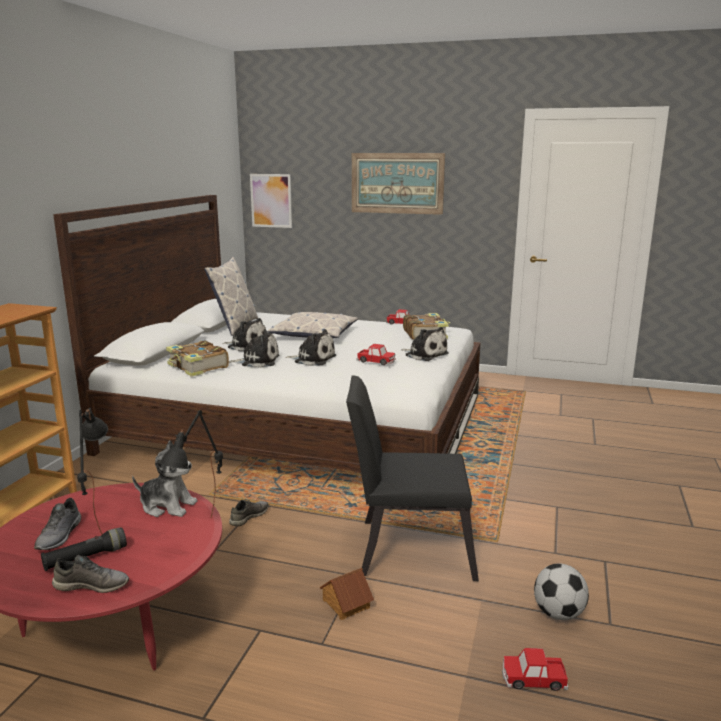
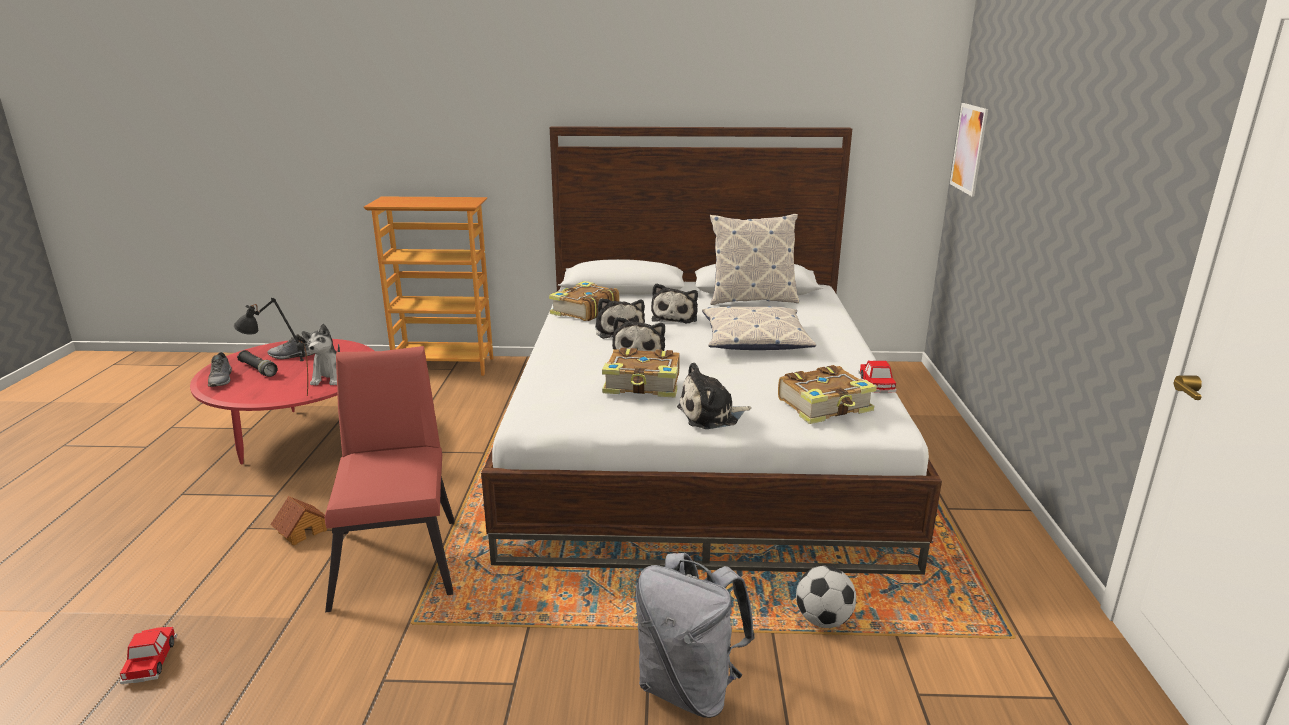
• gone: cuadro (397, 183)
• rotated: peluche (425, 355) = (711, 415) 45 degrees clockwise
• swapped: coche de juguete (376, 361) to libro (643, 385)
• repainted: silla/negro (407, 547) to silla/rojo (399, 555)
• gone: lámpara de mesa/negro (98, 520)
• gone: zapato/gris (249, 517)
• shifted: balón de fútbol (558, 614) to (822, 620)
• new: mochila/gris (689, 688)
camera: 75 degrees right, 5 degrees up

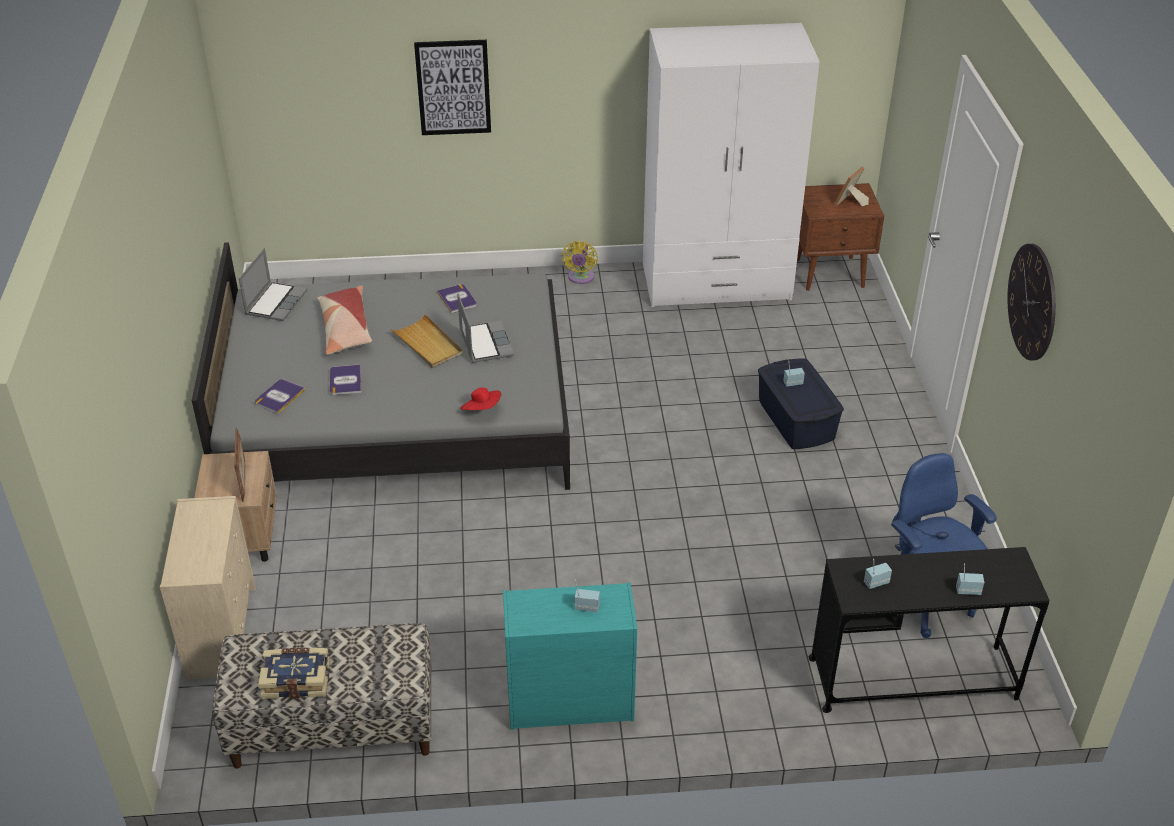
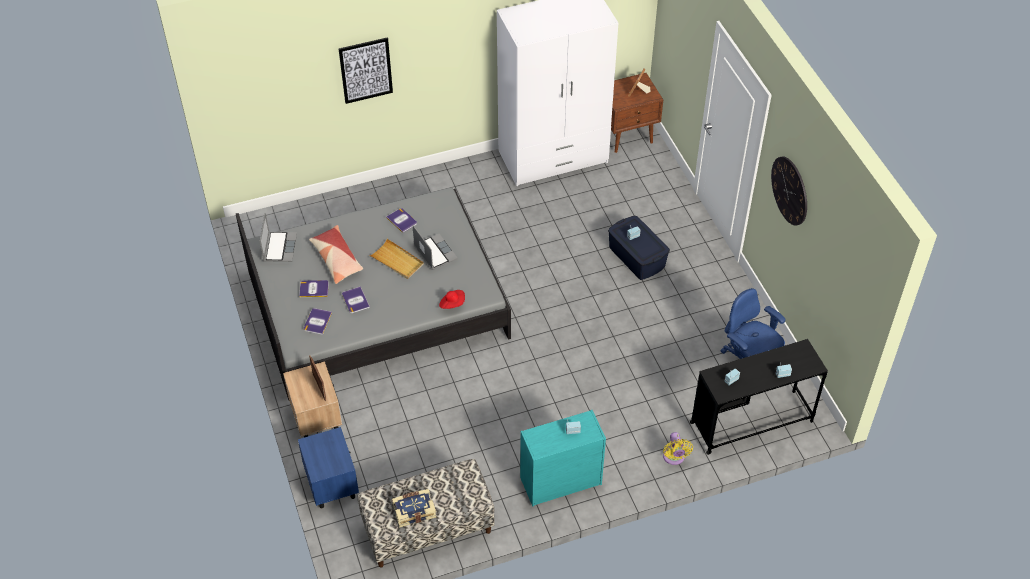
• shifted: ventilador/amarillo (580, 278) to (674, 458)
• swapped: cómoda/beis (222, 631) to mesita de noche/azul (332, 484)
• new: libro (314, 289)
camera: 15 degrees left, 10 degrees up

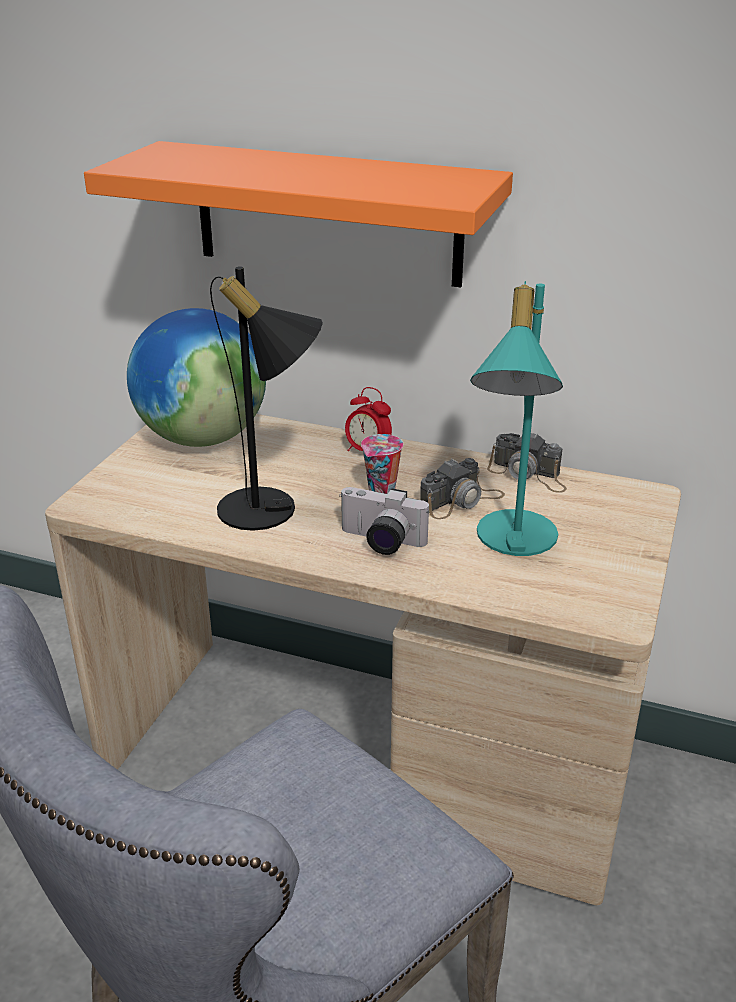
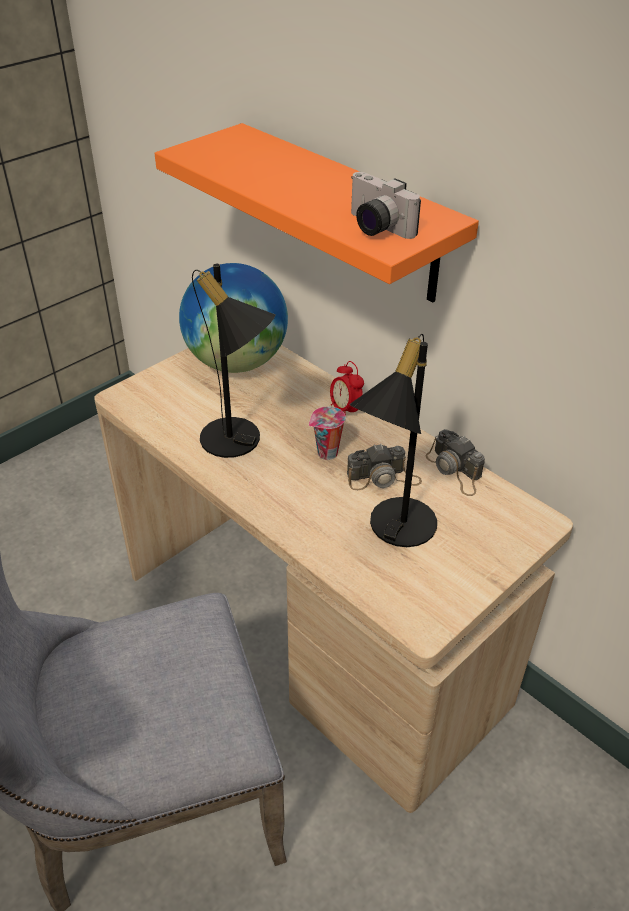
• repainted: lámpara de mesa/turquesa (510, 541) to lámpara de mesa/negro (392, 528)
• shifted: cámara (380, 542) to (374, 227)
camera: 25 degrees right, 10 degrees up

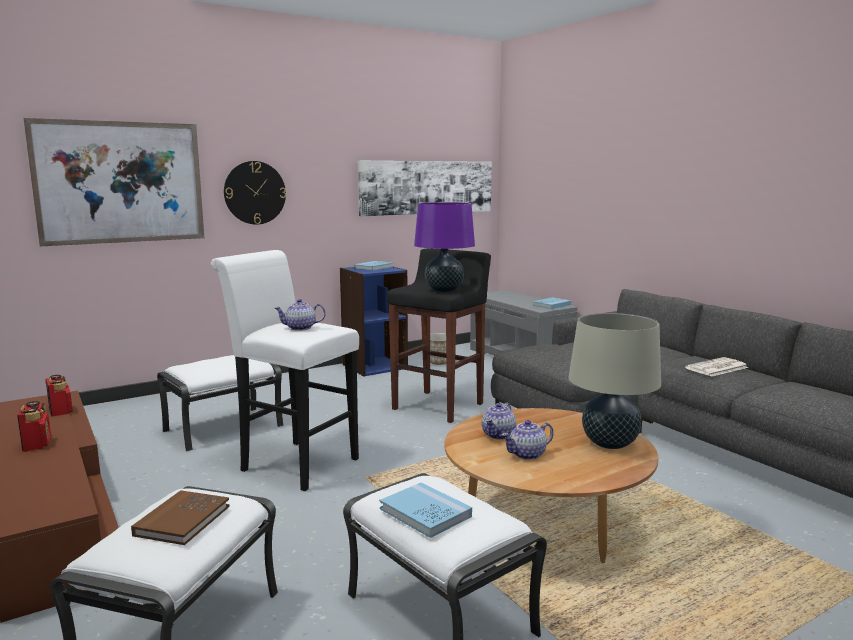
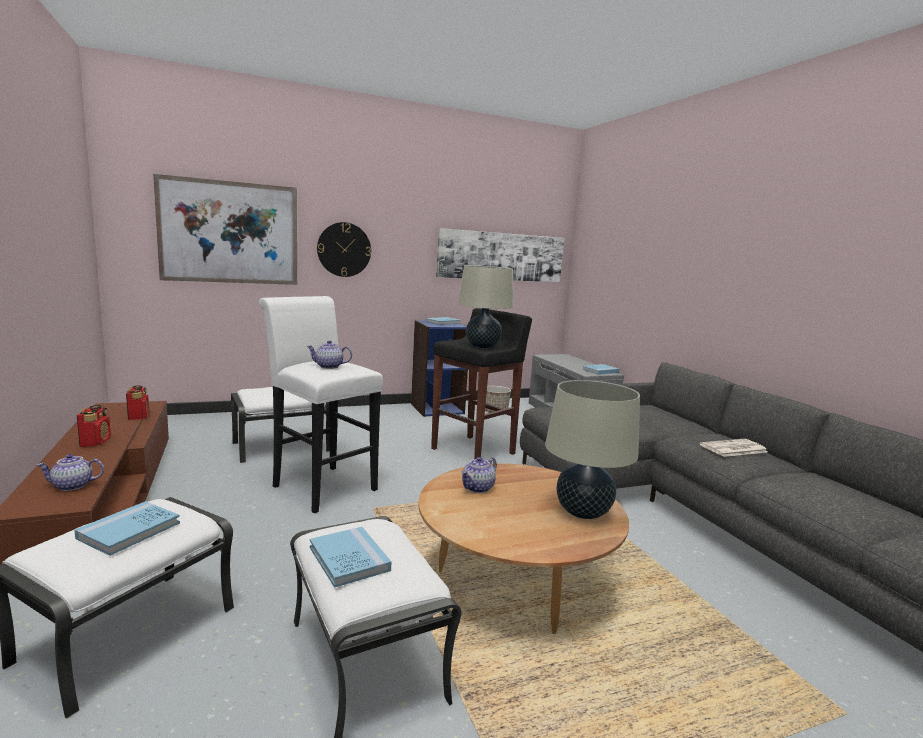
• repainted: lámpara de mesa/morado (444, 290) to lámpara de mesa/beis (482, 346)
• shifted: tetera (527, 455) to (72, 486)
• repainted: libro/marrón (182, 520) to libro/azul (129, 530)
camera: 10 degrees right, 0 degrees up

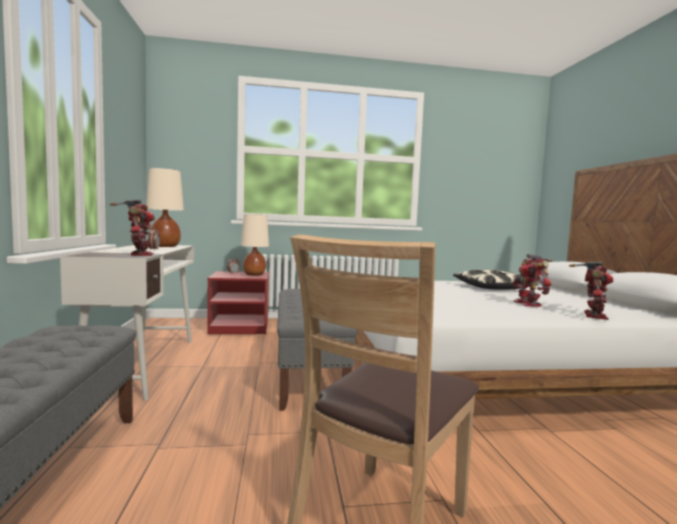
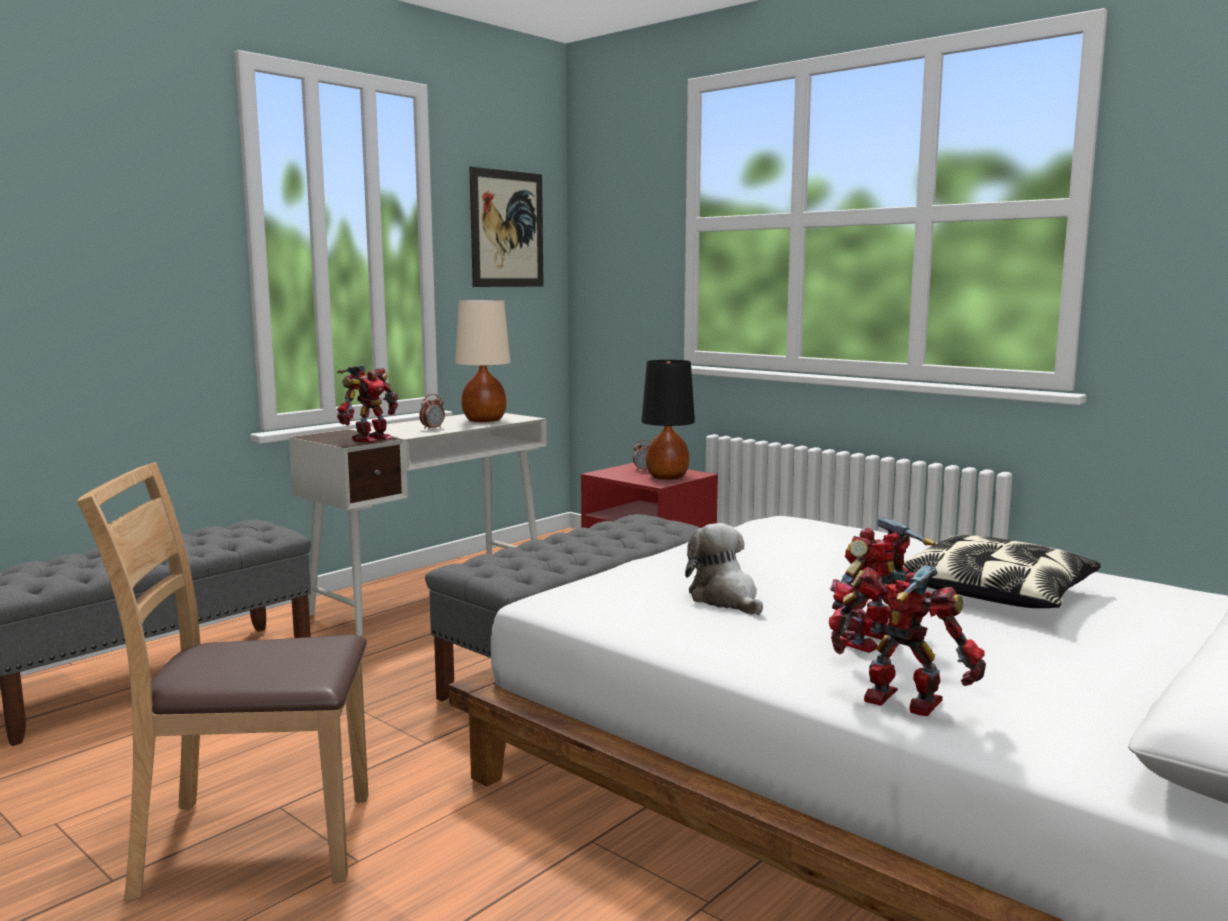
• repainted: lámpara de mesa/beis (254, 275) to lámpara de mesa/negro (666, 477)
• rotated: robot de juguete (592, 315) = (901, 703) 135 degrees counterclockwise
• new: cuadro (507, 229)
• new: peluche (725, 599)
camera: 50 degrees right, 5 degrees up

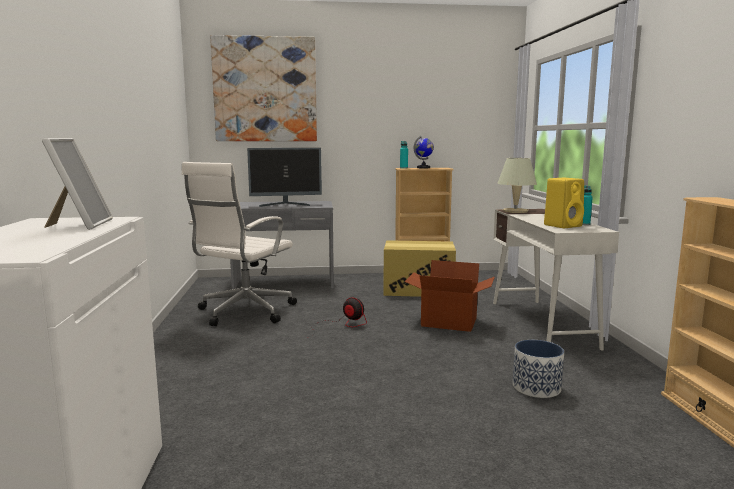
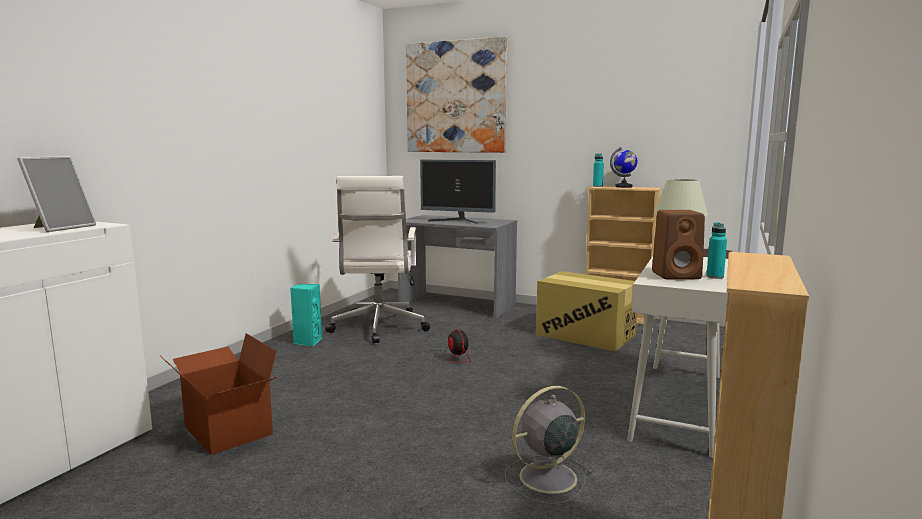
• rotated: silla de oficina/blanco (244, 312) = (378, 328) 60 degrees counterclockwise
• repainted: altavoz/amarillo (563, 225) to altavoz/marrón (677, 275)
• shifted: caja de cartón (448, 322) to (226, 431)
• swapped: maceta (536, 388) to ventilador/gris (545, 478)
• new: altavoz/turquesa (307, 341)
camera: 30 degrees right, 0 degrees up

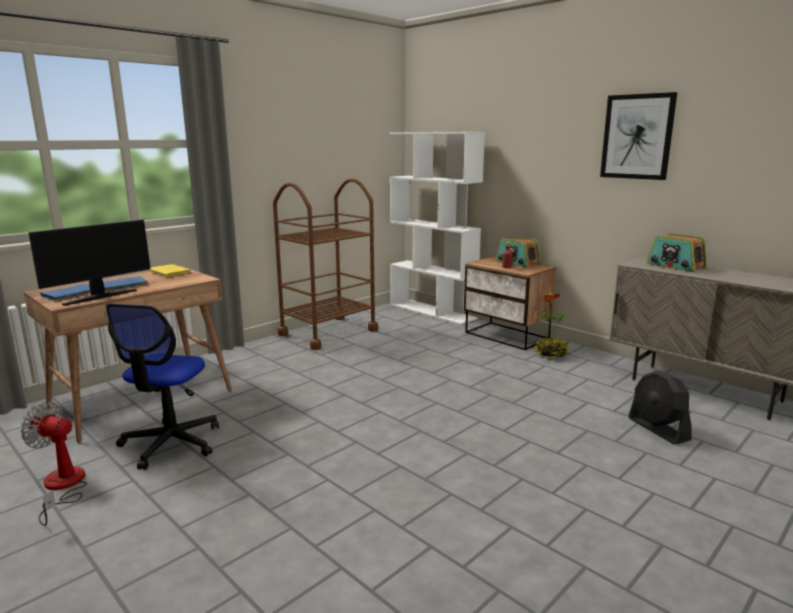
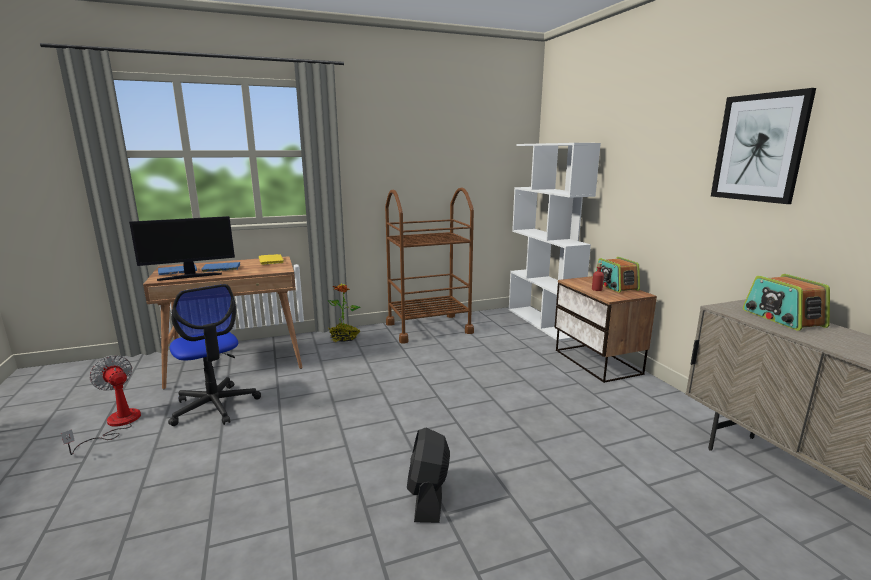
• shifted: planta en maceta (551, 354) to (344, 339)
• rotated: silla de oficina (171, 443) = (215, 406) 75 degrees counterclockwise
• shifted: ventilador/negro (658, 429) to (428, 496)
camera: 25 degrees right, 0 degrees up

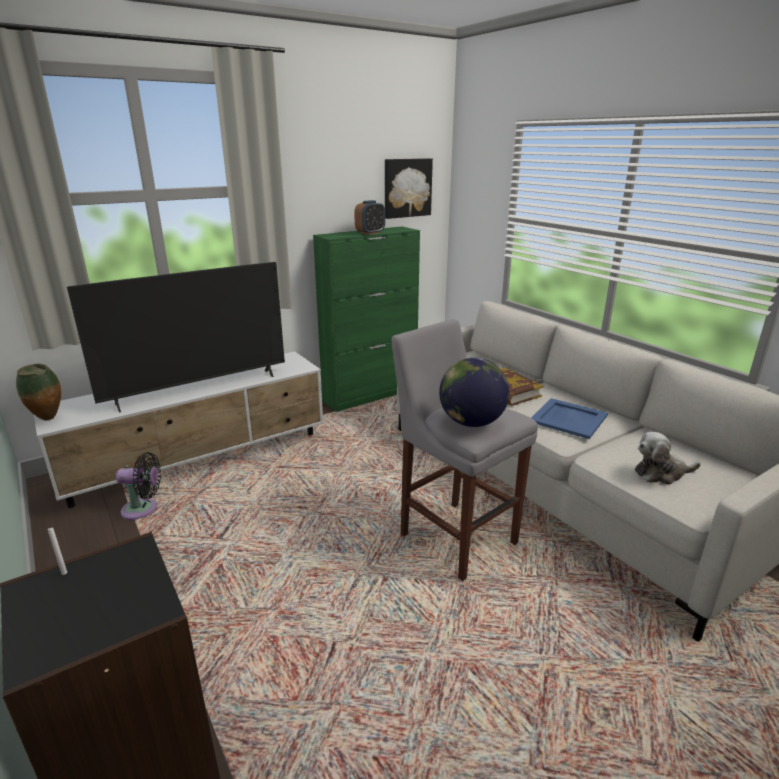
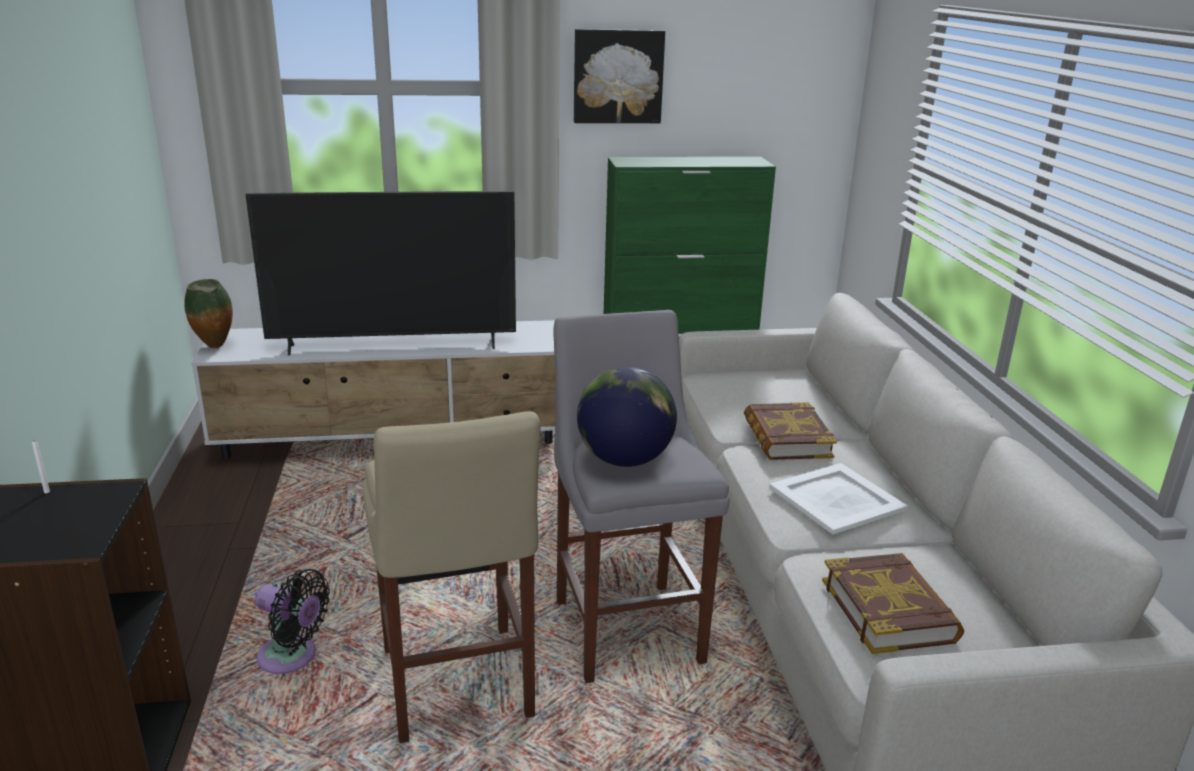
• shifted: cuadro (407, 188) to (617, 76)
• gone: despertador (370, 233)
• repainted: bandeja/azul (569, 418) to bandeja/blanco (838, 499)
• swapped: peluche (661, 473) to libro (889, 610)
• shifted: ventilador/negro (143, 509) to (292, 657)
• new: taburete/beis (457, 689)
camera: 25 degrees right, 0 degrees up

